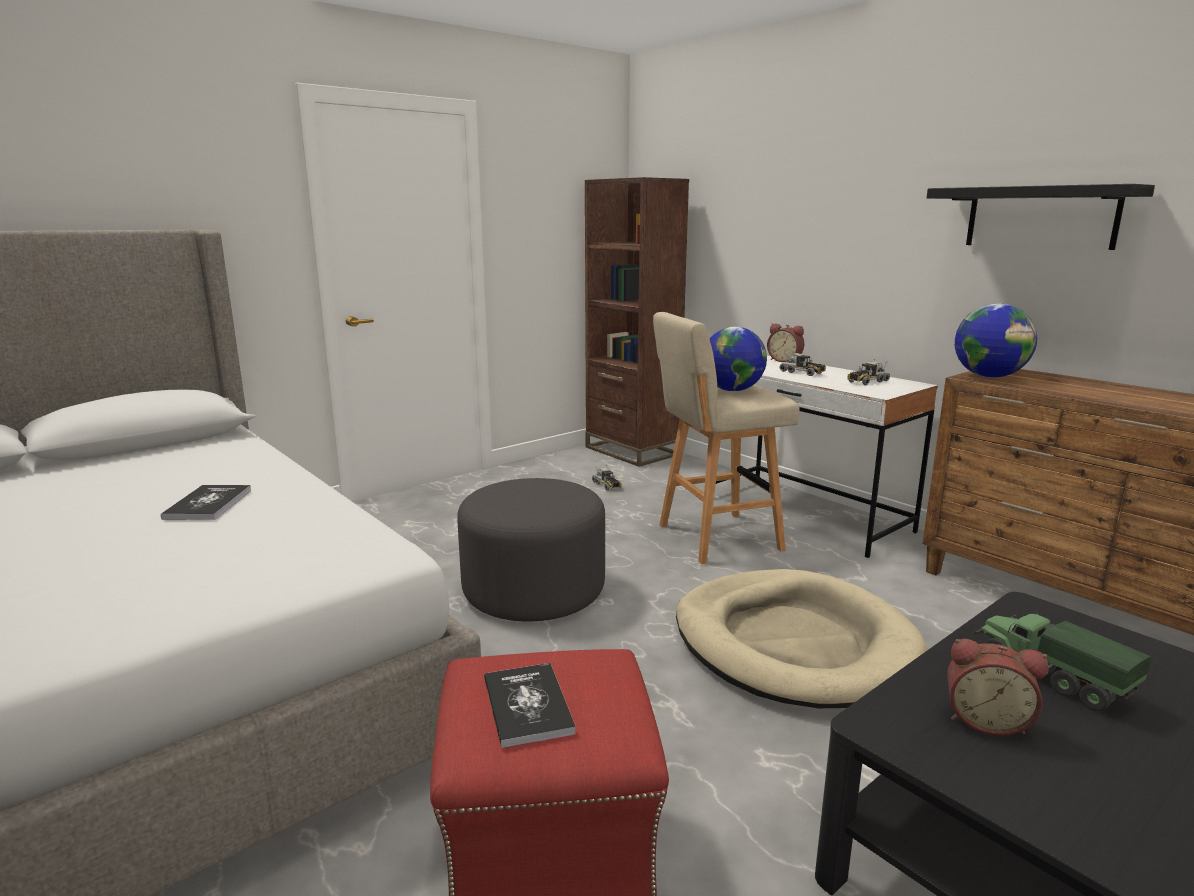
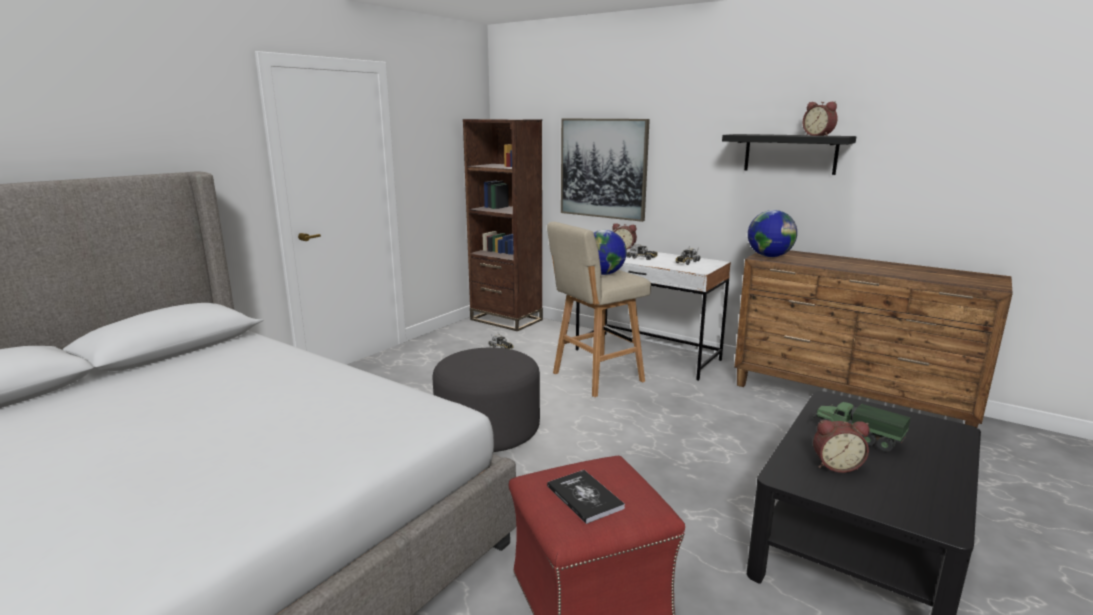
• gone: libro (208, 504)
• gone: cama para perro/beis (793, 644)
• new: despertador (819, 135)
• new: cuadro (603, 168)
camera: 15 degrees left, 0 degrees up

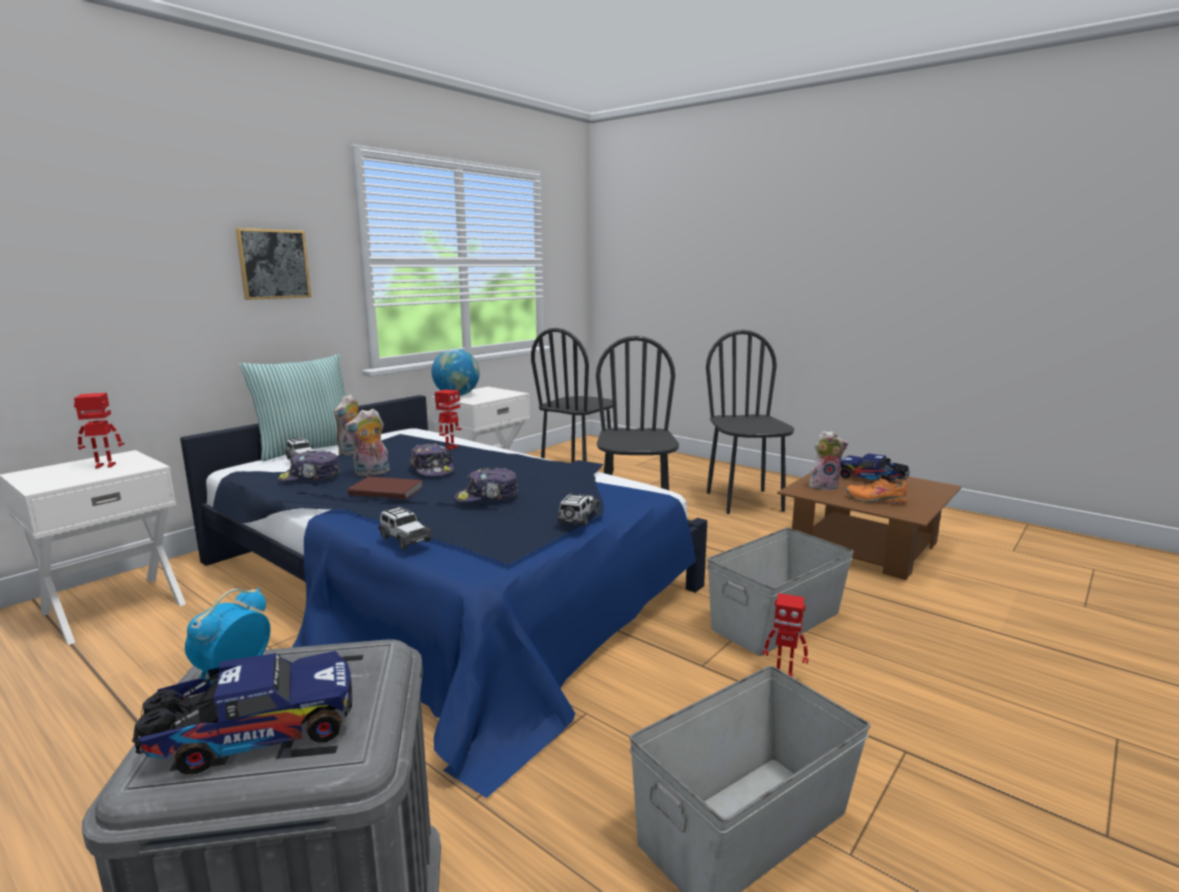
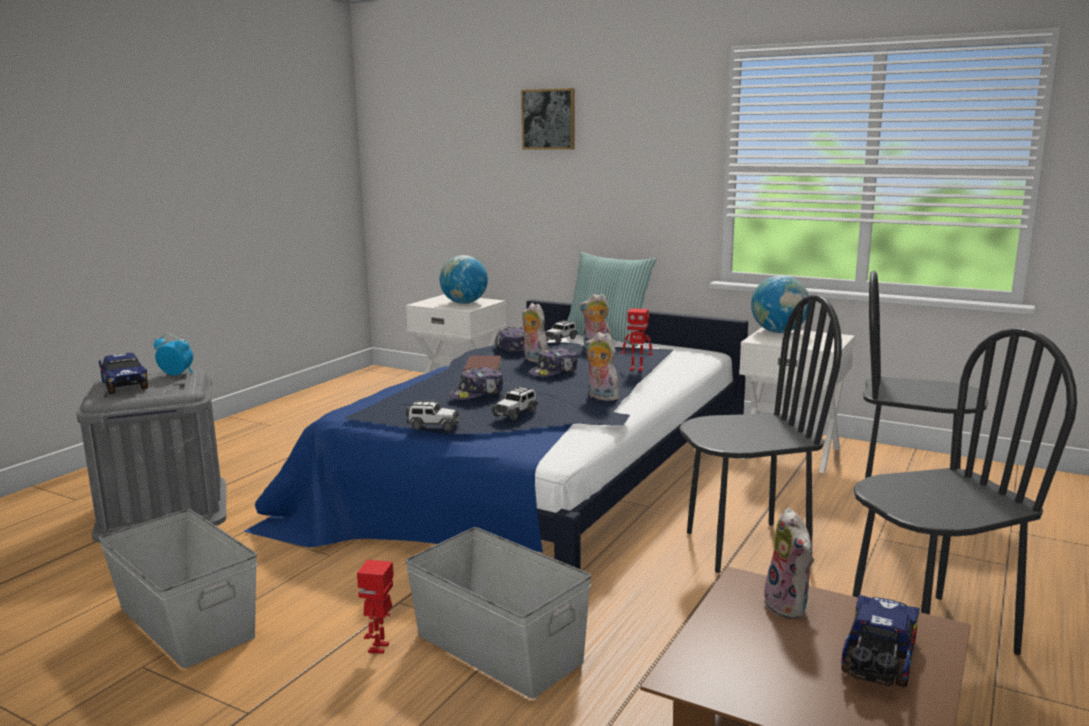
• shifted: cuadro (274, 264) to (548, 119)
• swapped: robot de juguete (104, 466) to globo terráqueo (464, 303)
• rotated: gorra (487, 497) = (477, 394) 105 degrees counterclockwise
• gone: zapato/naranja (875, 500)
• shifted: coche de juguete (404, 539) to (515, 413)
• new: peluche (600, 397)
camera: 80 degrees right, 0 degrees up

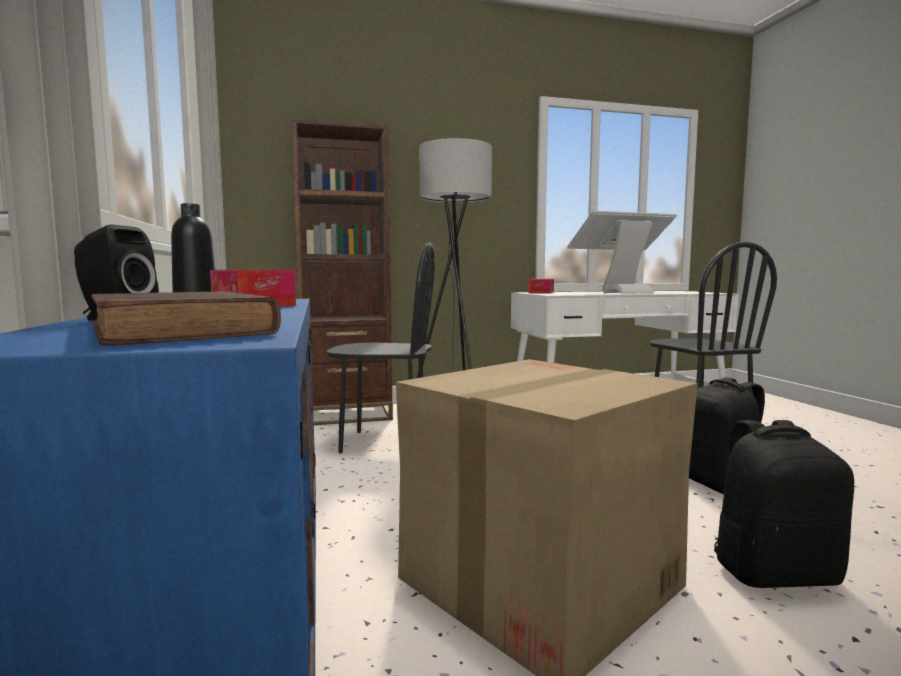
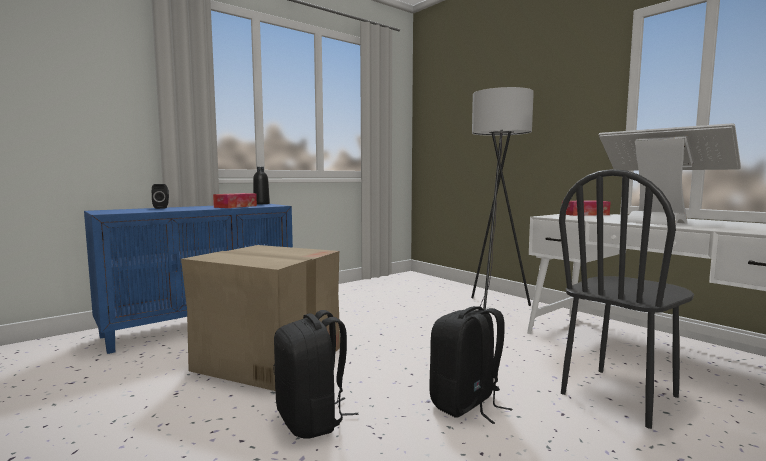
• gone: estantería/marrón (346, 415)
• gone: silla/negro (385, 443)
• gone: libro/marrón (180, 330)
camera: 65 degrees right, 0 degrees up

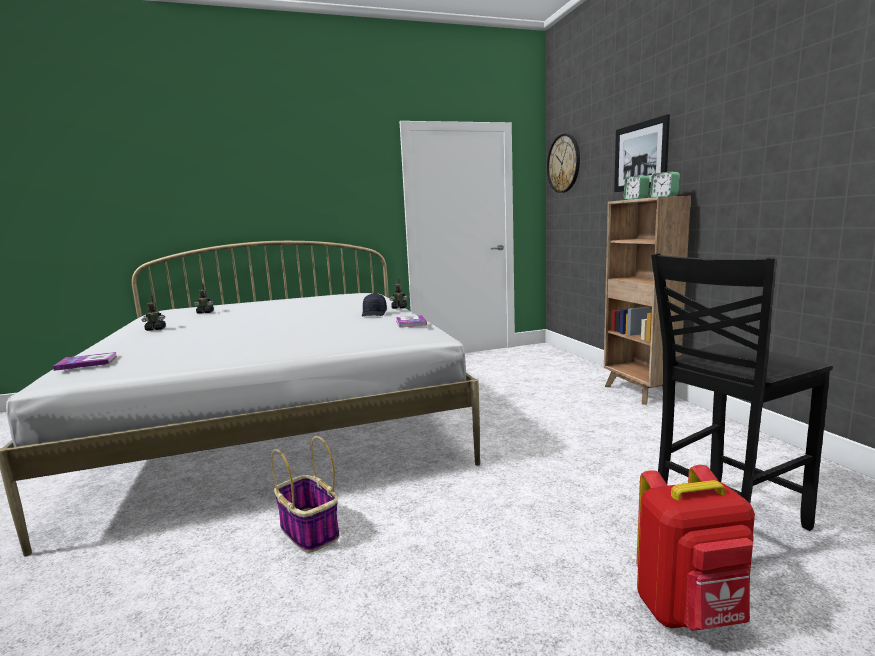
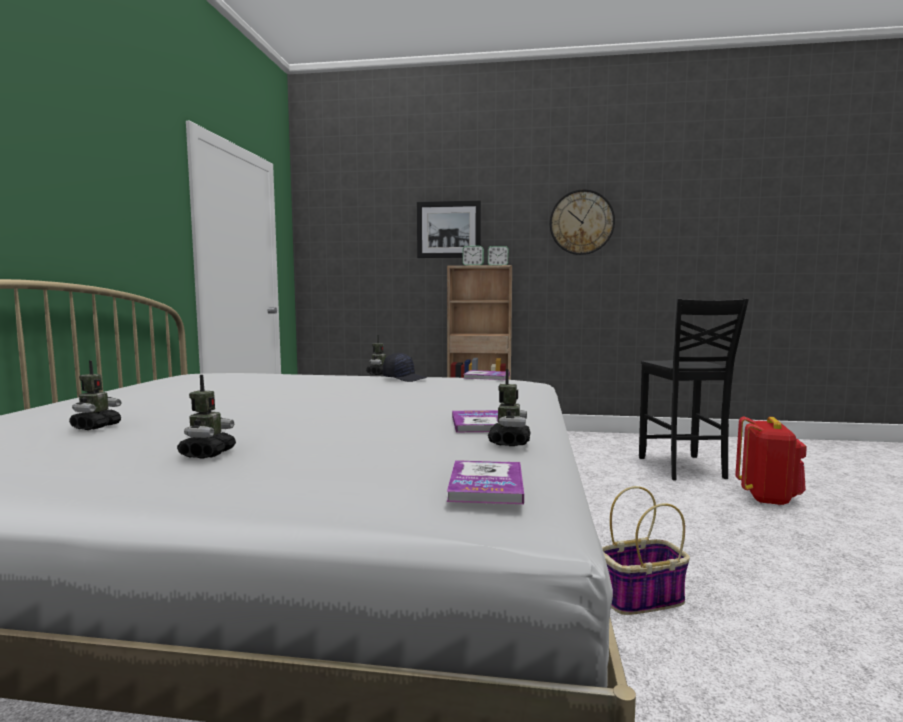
• shifted: reloj de pared (564, 163) to (581, 222)
• new: robot de juguete (509, 442)
• new: libro (478, 423)
camera: 65 degrees left, 5 degrees down

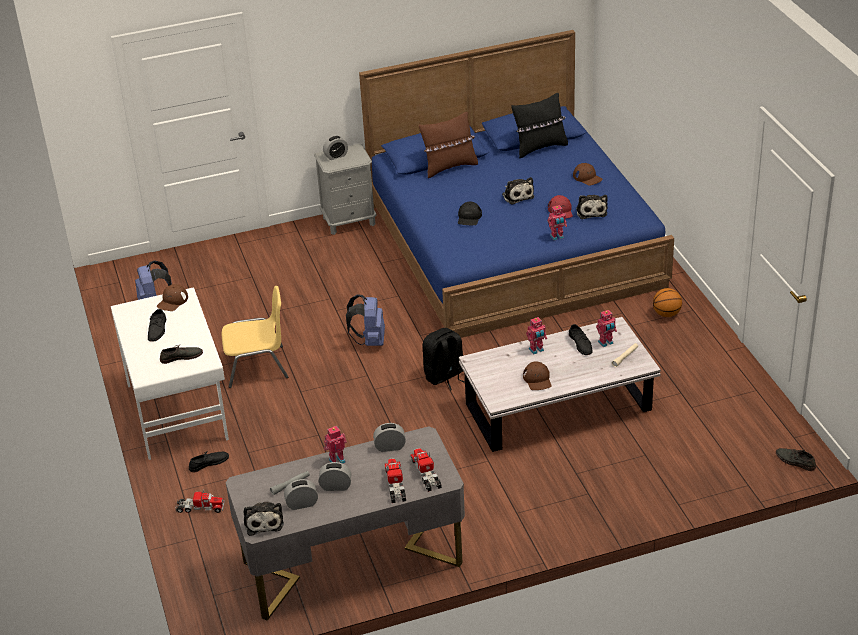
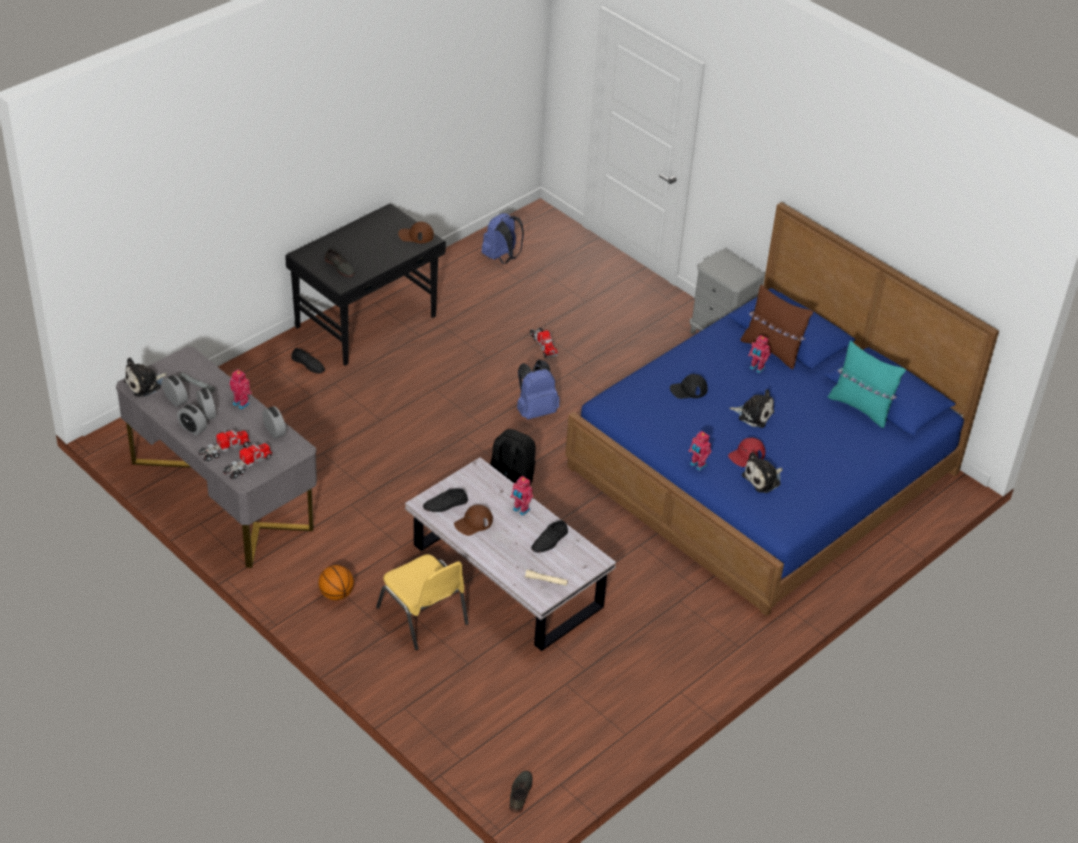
• repainted: cojín/negro (540, 147) to cojín/turquesa (861, 408)
• shifted: despertador (336, 156) to (193, 428)
• gone: gorra/marrón (587, 177)
• rotated: peluche (517, 195) = (753, 414) 105 degrees counterclockwise
• shifted: silla/amarillo (257, 366) to (423, 616)
• repainted: escritorio/blanco (178, 410) to escritorio/negro (367, 322)
• shifted: balón de baloncesto (666, 314) to (336, 594)
• shifted: zapato/negro (157, 329) to (445, 504)
• shifted: robot de juguete (606, 343) to (756, 368)
• shifted: camión de juguete (200, 508) to (543, 345)
camera: 60 degrees right, 5 degrees up

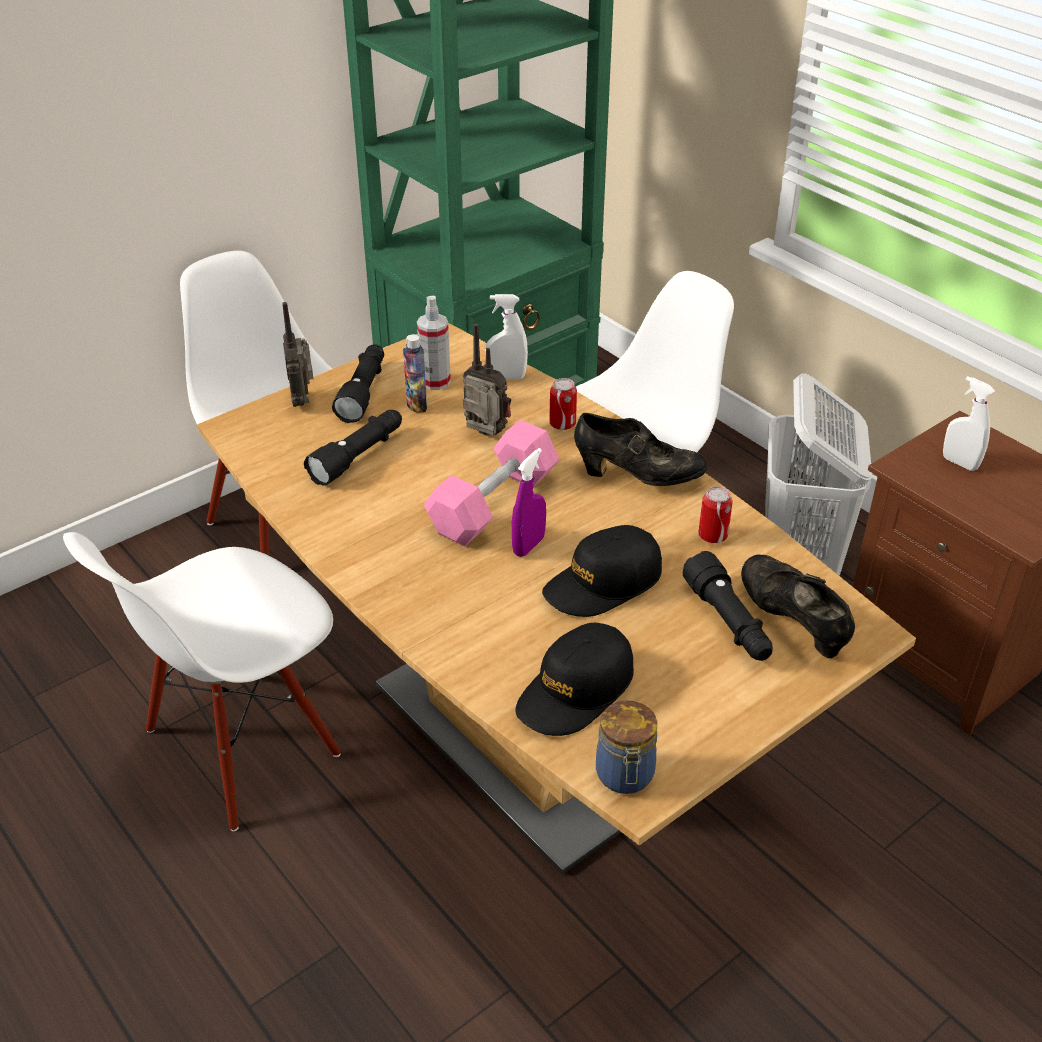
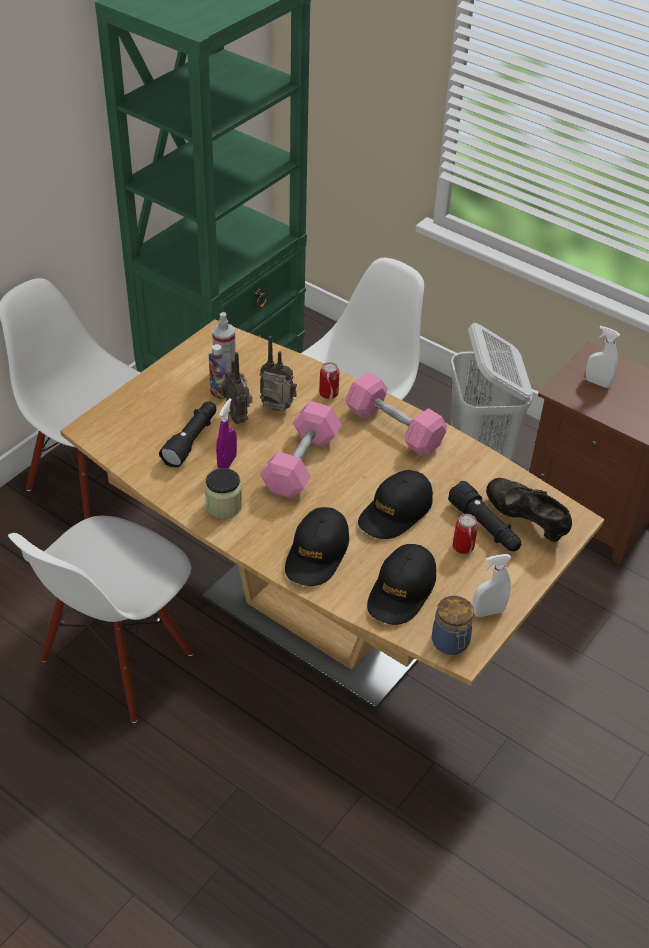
• shifted: pulverizador/blanco (506, 377) to (488, 612)
• shifted: radio (303, 400) to (239, 417)
• gone: linterna/negro (363, 392)
• swapped: zapato/negro (638, 476) to mancuerna/rosa (394, 428)
• shifted: pulverizador/morado (528, 546) to (227, 463)
• shifted: lata (713, 536) to (463, 547)
• new: tarro (224, 506)
• new: gorra/negro (317, 554)
camera: 15 degrees left, 5 degrees up

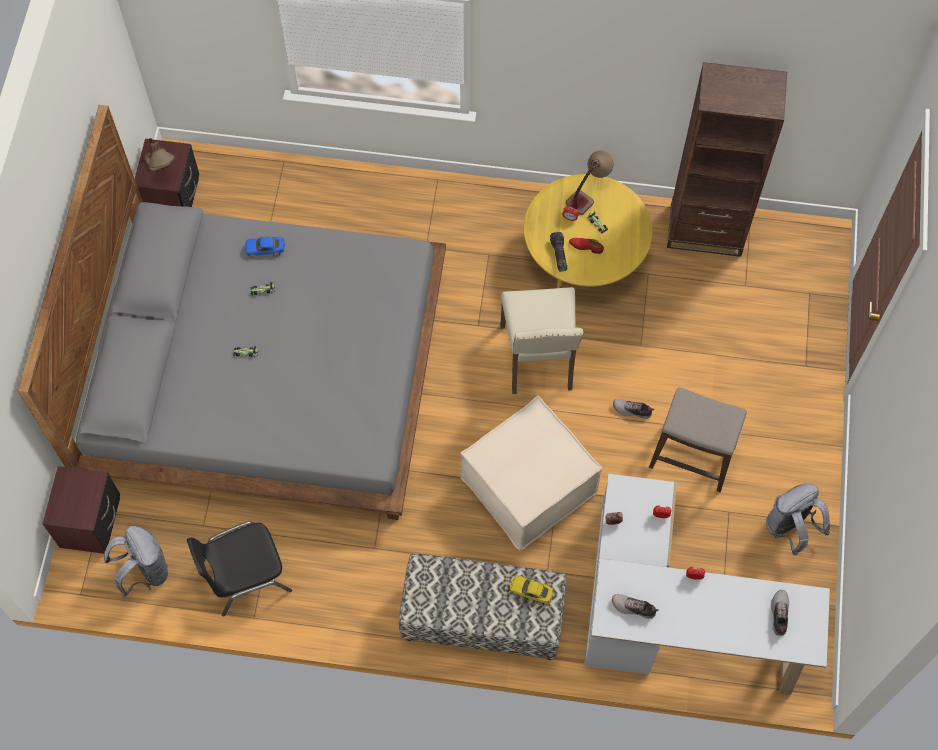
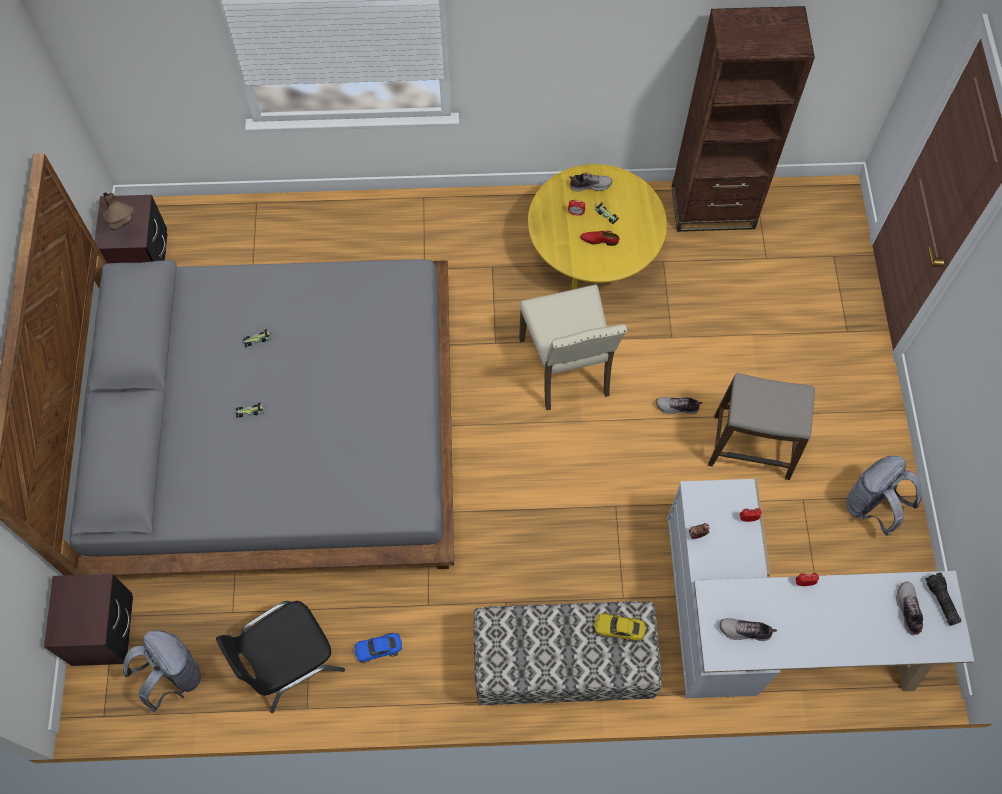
• swapped: lámpara de mesa (588, 194) to zapato (590, 185)
• shifted: linterna (558, 254) to (940, 601)
• shifted: coche de juguete/azul (265, 248) to (378, 649)
• gone: puf/beis (528, 485)
camera: 10 degrees left, 0 degrees up

